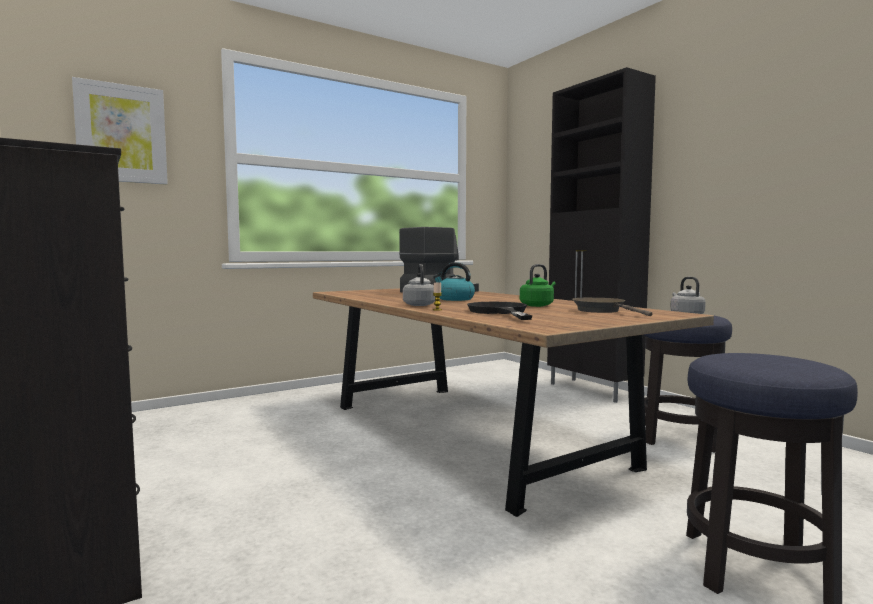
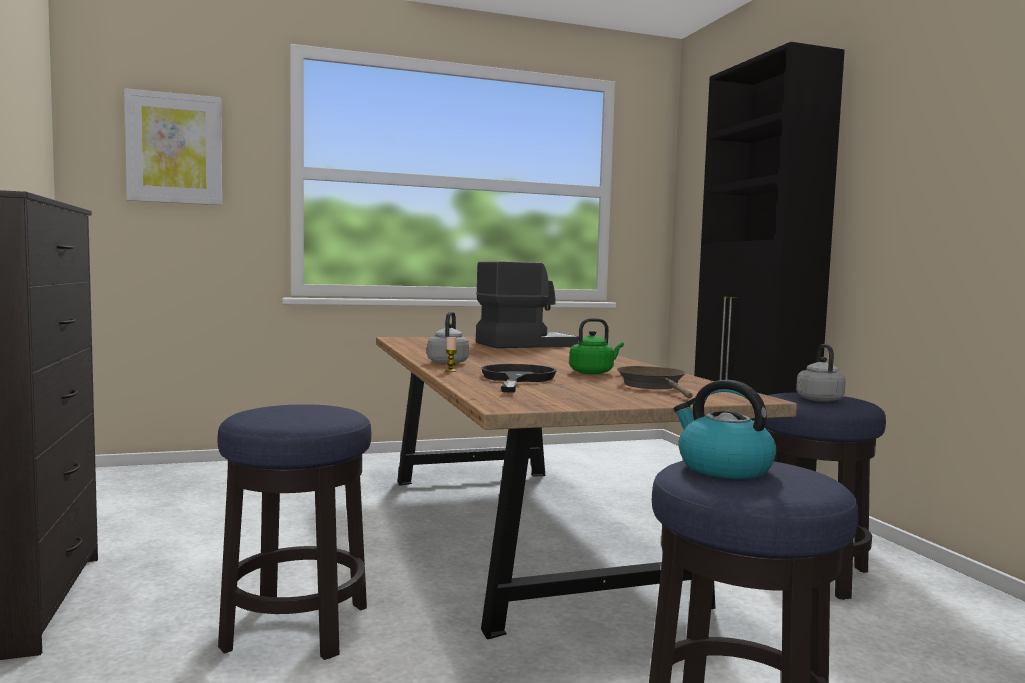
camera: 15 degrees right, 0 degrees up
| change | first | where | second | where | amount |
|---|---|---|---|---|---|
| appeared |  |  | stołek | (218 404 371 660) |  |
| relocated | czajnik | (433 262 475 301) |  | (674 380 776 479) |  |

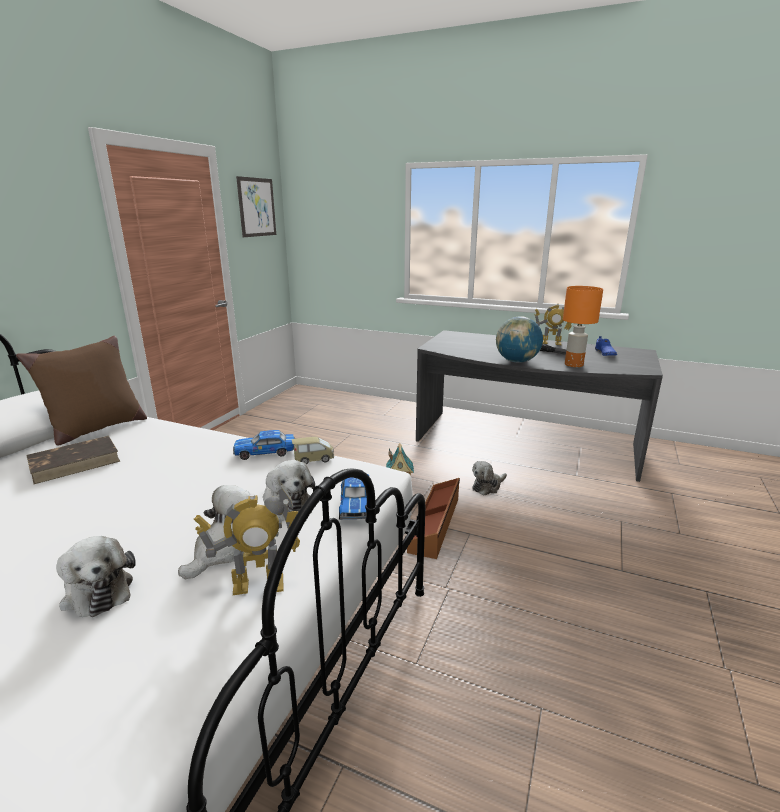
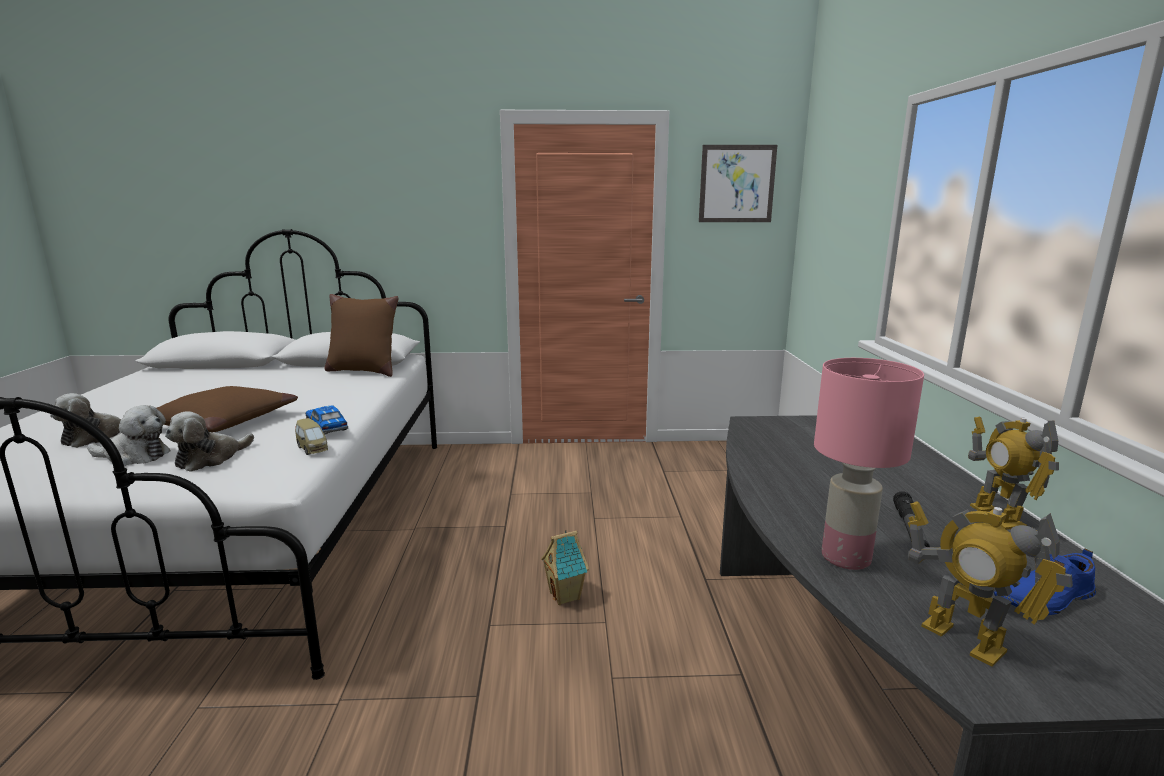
camera: 65 degrees right, 5 degrees down
| change | first | where | second | where | amount |
|---|---|---|---|---|---|
| appeared |  |  | poduszka [brązowy] | (157 386 298 432) |  |
| colour | lampa stołowa [pomarańczowy] | (563 286 603 367) | lampa stołowa [różowy] | (814 358 924 570) |  |
| relocated | robot zabawkowy | (194 484 300 595) |  | (908 501 1073 667) |  |
| missing | książka [brązowy] | (26 436 120 484) |  |  |  |
| missing | samochodzik | (339 473 368 519) |  |  |  |
| missing | pojemnik do przechowywania [brązowy] | (407 478 460 559) |  |  |  |
| missing | pluszak | (472 461 507 496) |  |  |  |
| missing | globus | (496 316 543 363) |  |  |  |

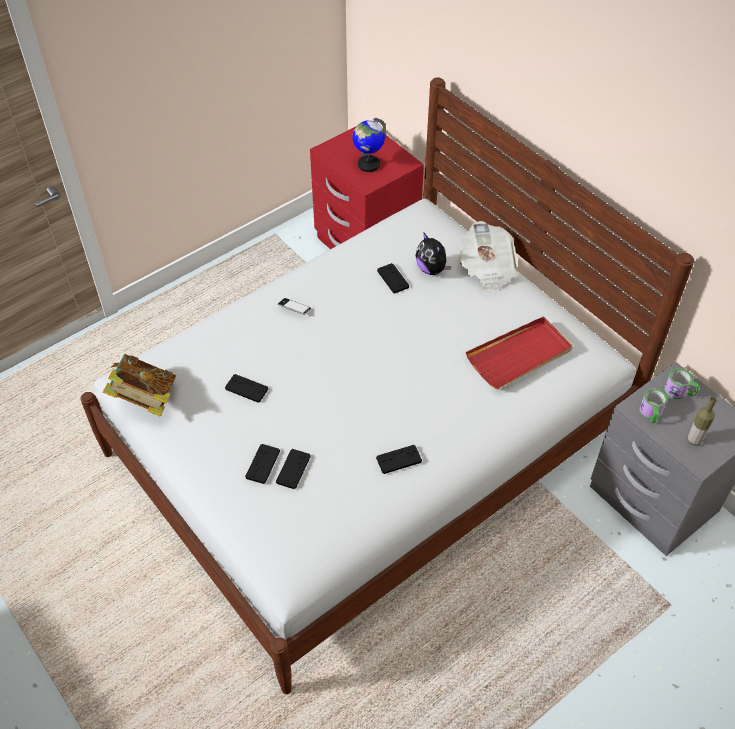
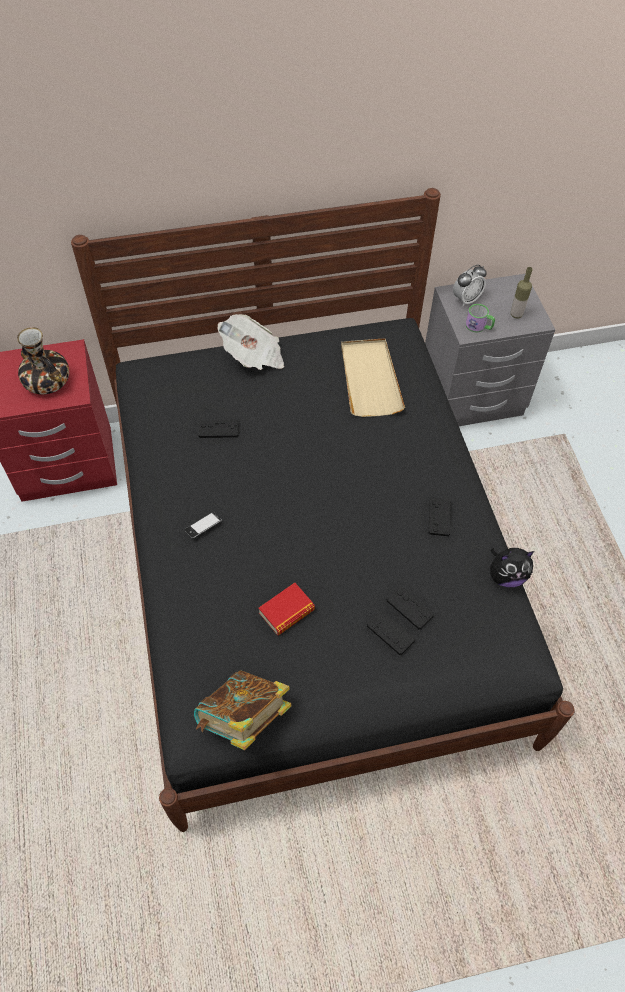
camera: 65 degrees left, 5 degrees up
| change | first | where | second | where | amount |
|---|---|---|---|---|---|
| exchanged | globus | (353 118 386 172) | wazon | (17 327 69 394) |  |
| colour | łóżko [biały] | (80 77 694 694) | łóżko [czarny] | (71 188 575 832) |  |
| exchanged | pad do gier [czarny] | (225 374 268 403) | książka | (259 583 315 636) |  |
| colour | taca [czerwony] | (466 316 573 389) | taca [beżowy] | (341 339 405 417) |  |
| exchanged | kubek | (664 369 699 399) | budzik | (453 264 487 306) |  |
| relocated | pluszak | (415 232 452 275) |  | (490 548 534 587) |  |

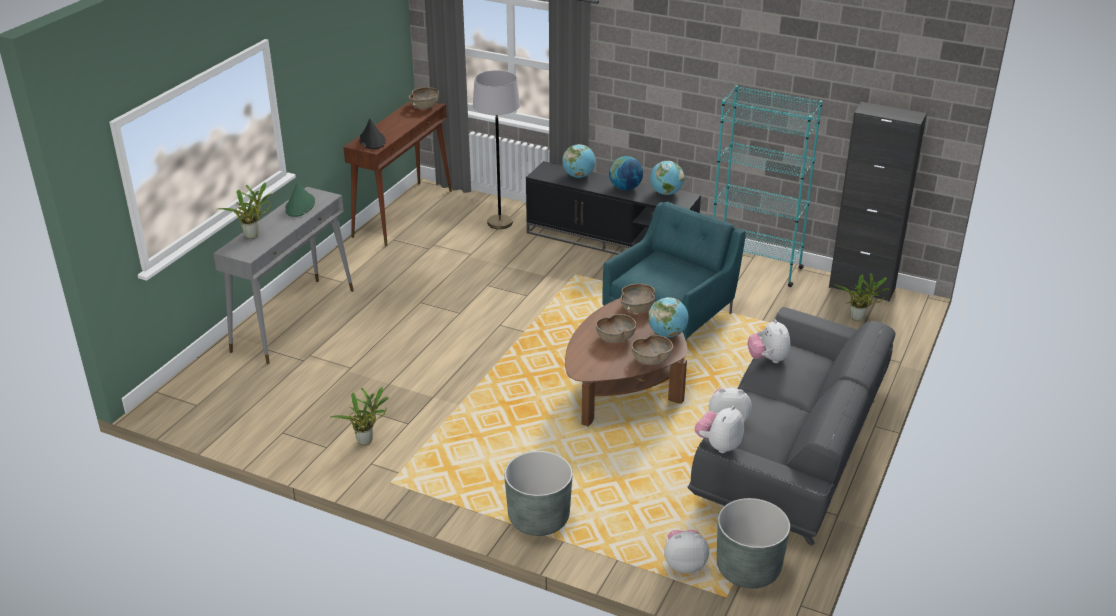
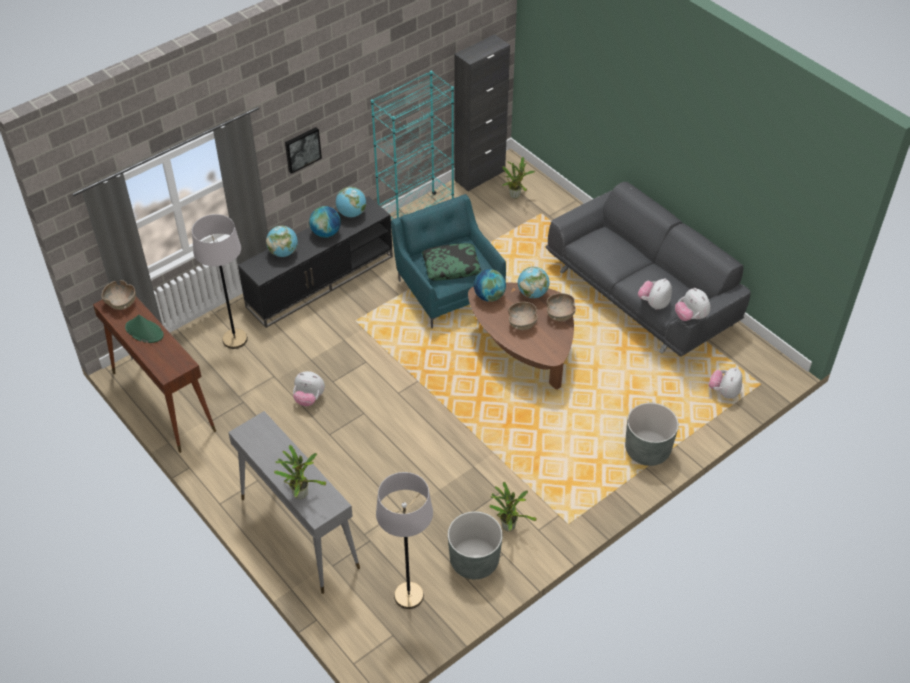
camera: 65 degrees left, 15 degrees up
| change | first | where | second | where | amount |
|---|---|---|---|---|---|
| relocated | kapelusz [zielony] | (285 182 315 217) |  | (125 315 164 343) |  |
| appeared |  |  | obraz | (285 127 322 174) |  |
| relocated | pluszak | (747 319 791 363) |  | (293 371 325 406) |  |
| appeared |  |  | lampa stojąca [szary] | (376 472 433 609) |  |
| appeared |  |  | poduszka | (422 243 481 281) |  |
| relocated | donica [szary] | (717 498 790 588) |  | (448 511 503 579) |  |
| exchanged | miska [brązowy] | (620 284 655 313) | globus | (474 269 506 302) |  |
| missing | kapelusz [czarny] | (359 119 386 149) |  |  |  |

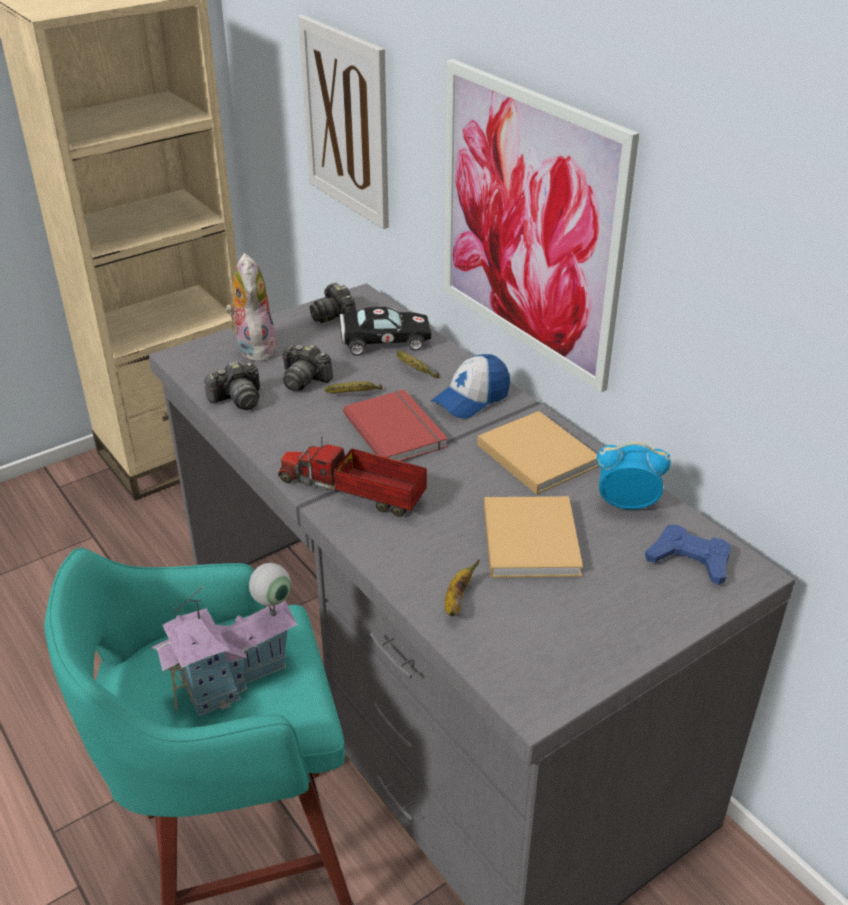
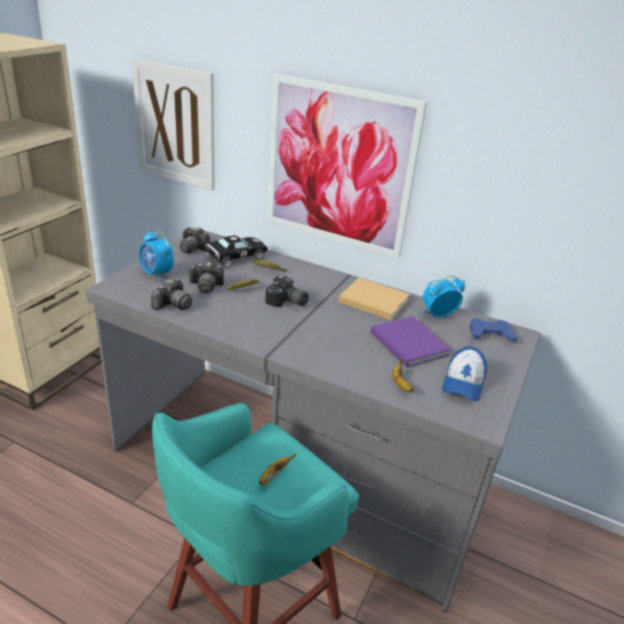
camera: 30 degrees left, 5 degrees down
| change | first | where | second | where | amount |
|---|---|---|---|---|---|
| exchanged | pluszak | (225 253 278 362) | budzik | (139 230 174 281) |  |
| exchanged | domek | (151 563 298 716) | banan | (259 454 296 485) |  |
| exchanged | książka [czerwony] | (343 390 448 461) | aparat fotograficzny | (265 275 309 307) |  |
| colour | książka [beżowy] | (484 496 583 578) | książka [fioletowy] | (370 316 451 368) |  |
| relocated | czapka z daszkiem | (431 354 510 419) |  | (442 346 487 401) |  |
| missing | ciężarówka zabawkowa | (278 436 427 517) |  |  |  |

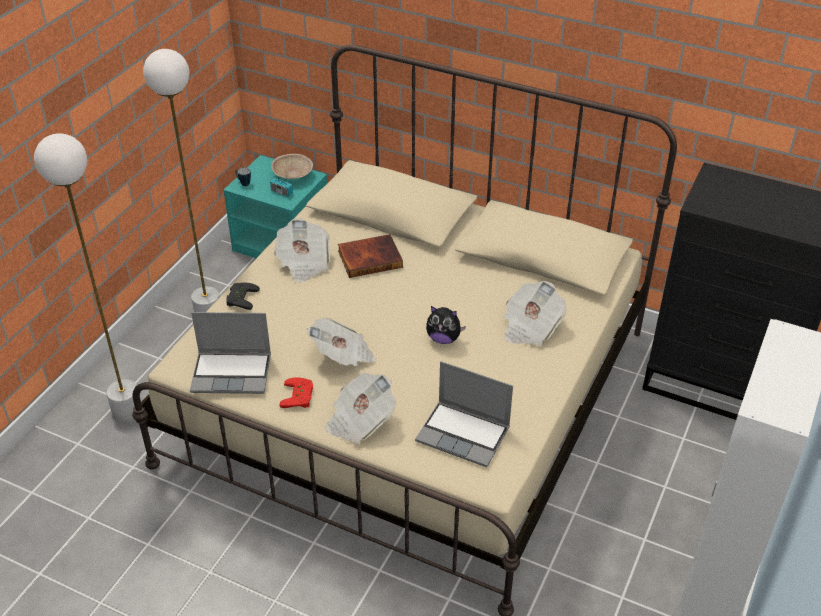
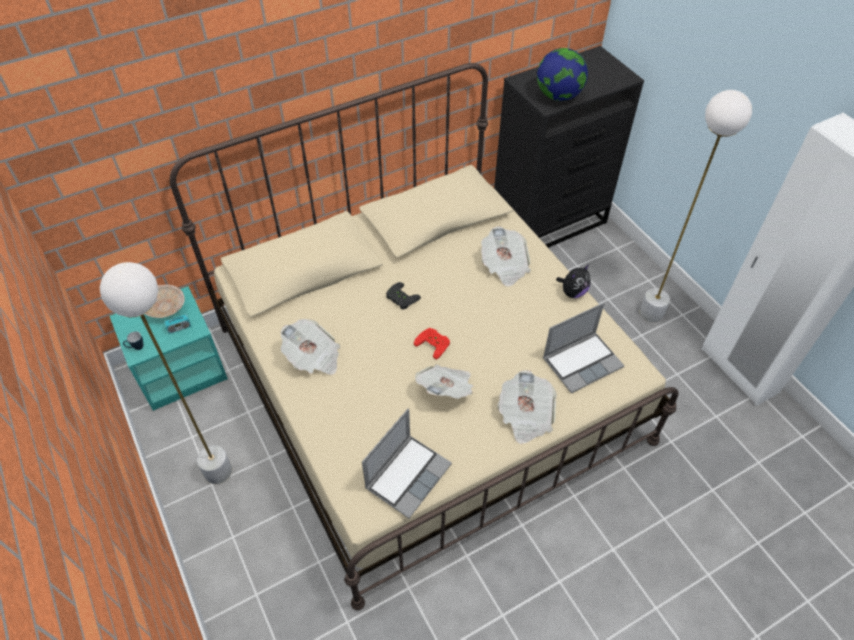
camera: 55 degrees left, 10 degrees up
| change | first | where | second | where | amount |
|---|---|---|---|---|---|
| relocated | pad do gier [czarny] | (226 282 260 310) |  | (386 282 421 310) |  |
| relocated | pad do gier [czerwony] | (280 377 313 408) |  | (414 328 450 360) |  |
| appeared |  |  | globus | (537 48 588 101) |  |
| relocated | pluszak | (426 306 466 344) |  | (556 264 591 298) |  |
| relocated | lampa stojąca [biały] | (34 133 141 423) |  | (640 90 752 323) |  |
| missing | książka | (338 234 403 278) |  |  |  |

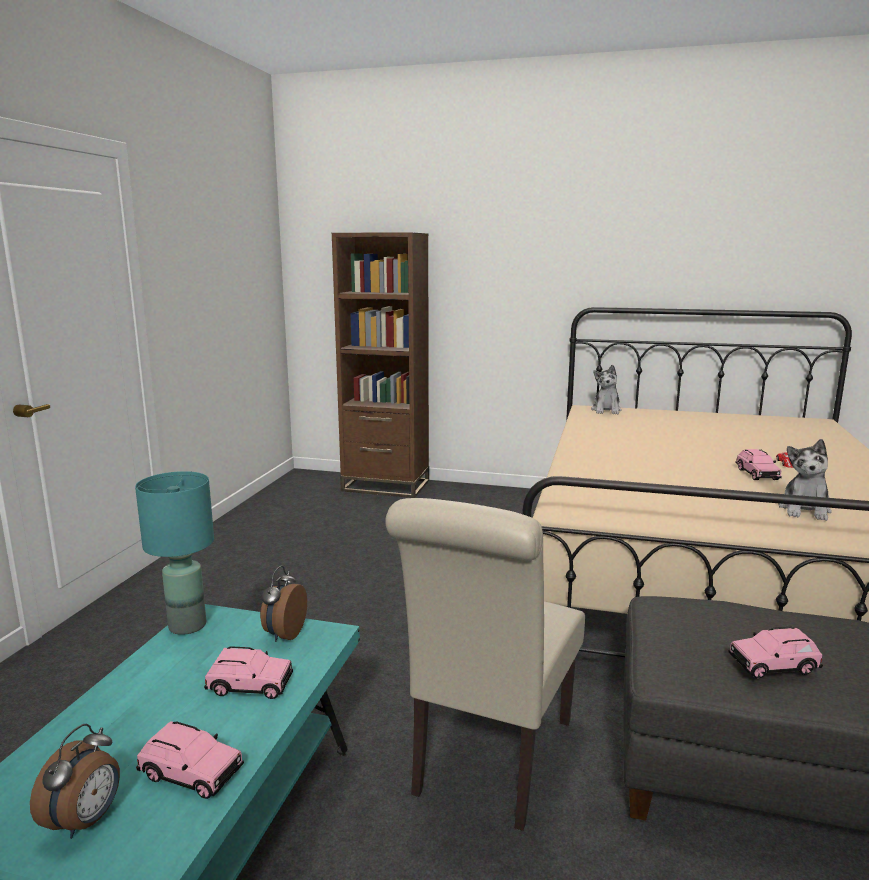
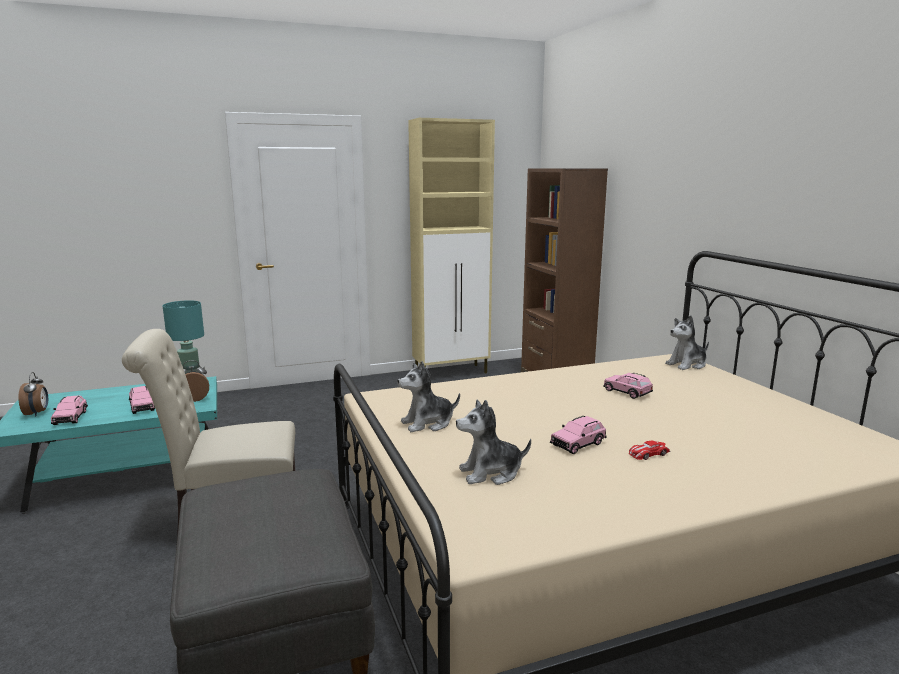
camera: 55 degrees right, 0 degrees up
| change | first | where | second | where | amount |
|---|---|---|---|---|---|
| spun | budzik | (30 724 120 839) |  | (18 372 48 416) | 90 degrees counterclockwise |
| appeared |  |  | pluszak | (398 361 460 432) |  |
| appeared |  |  | szafka [beżowy] | (408 118 495 373) |  |
| relocated | samochodzik [różowy] | (729 627 823 679) |  | (603 373 653 399) |  |

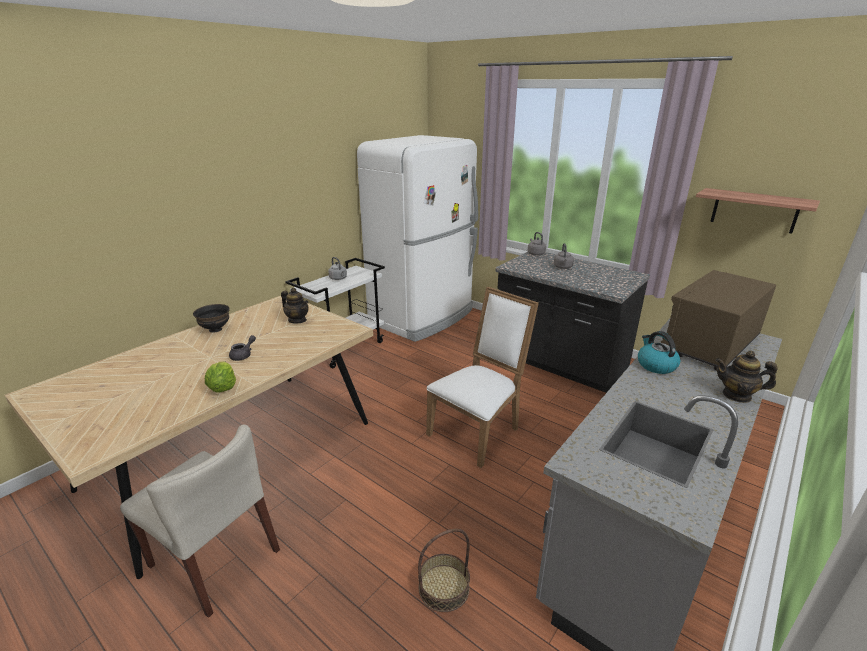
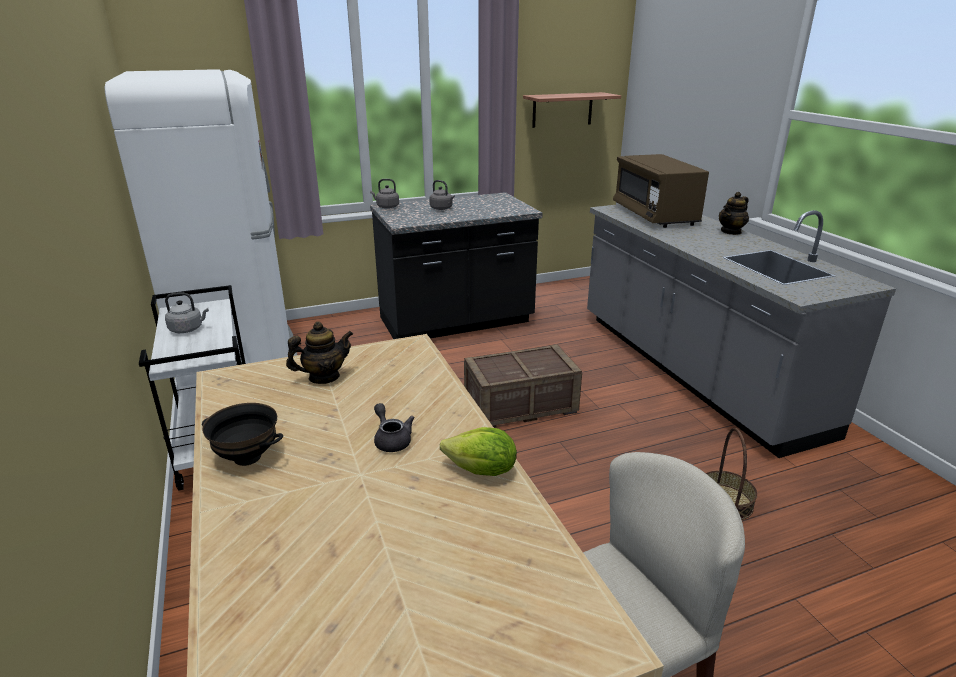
camera: 60 degrees left, 0 degrees up
| change | first | where | second | where | amount |
|---|---|---|---|---|---|
| exchanged | krzesło [biały] | (426 287 539 468) | skrzynka | (464 344 582 428) |  |
| missing | czajnik | (638 331 680 374) |  |  |  |

